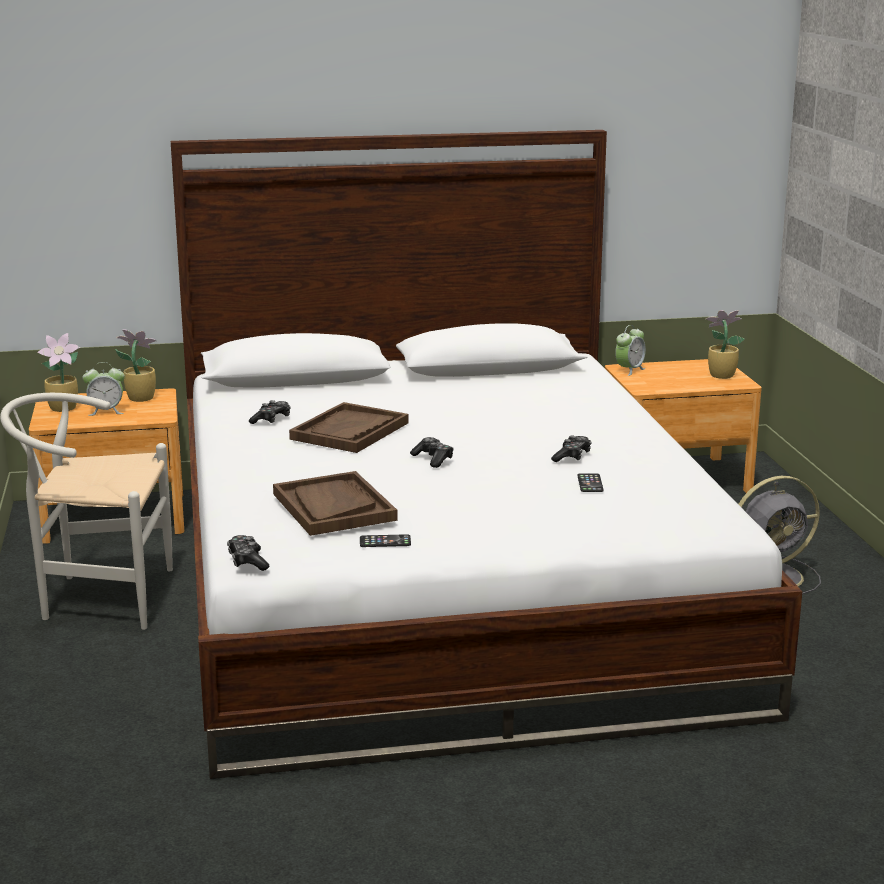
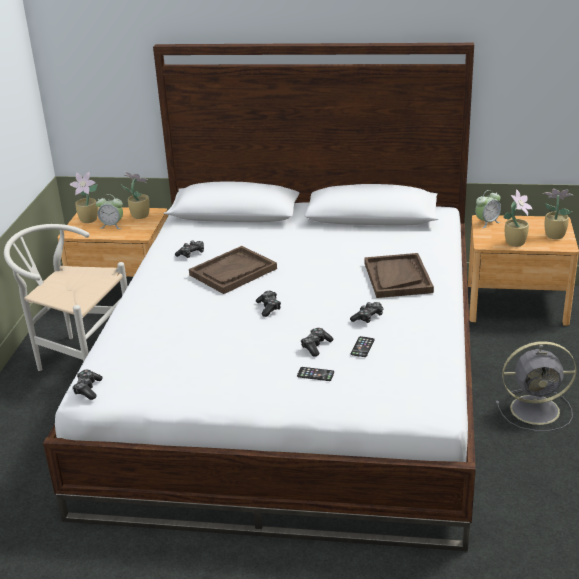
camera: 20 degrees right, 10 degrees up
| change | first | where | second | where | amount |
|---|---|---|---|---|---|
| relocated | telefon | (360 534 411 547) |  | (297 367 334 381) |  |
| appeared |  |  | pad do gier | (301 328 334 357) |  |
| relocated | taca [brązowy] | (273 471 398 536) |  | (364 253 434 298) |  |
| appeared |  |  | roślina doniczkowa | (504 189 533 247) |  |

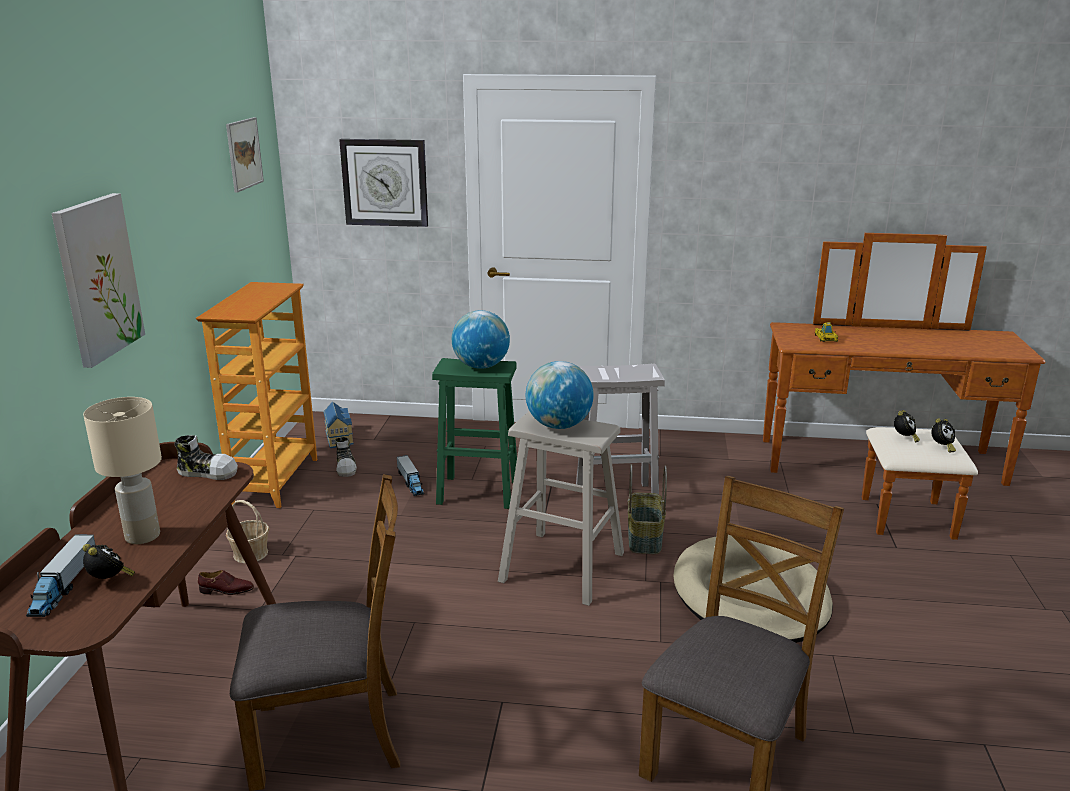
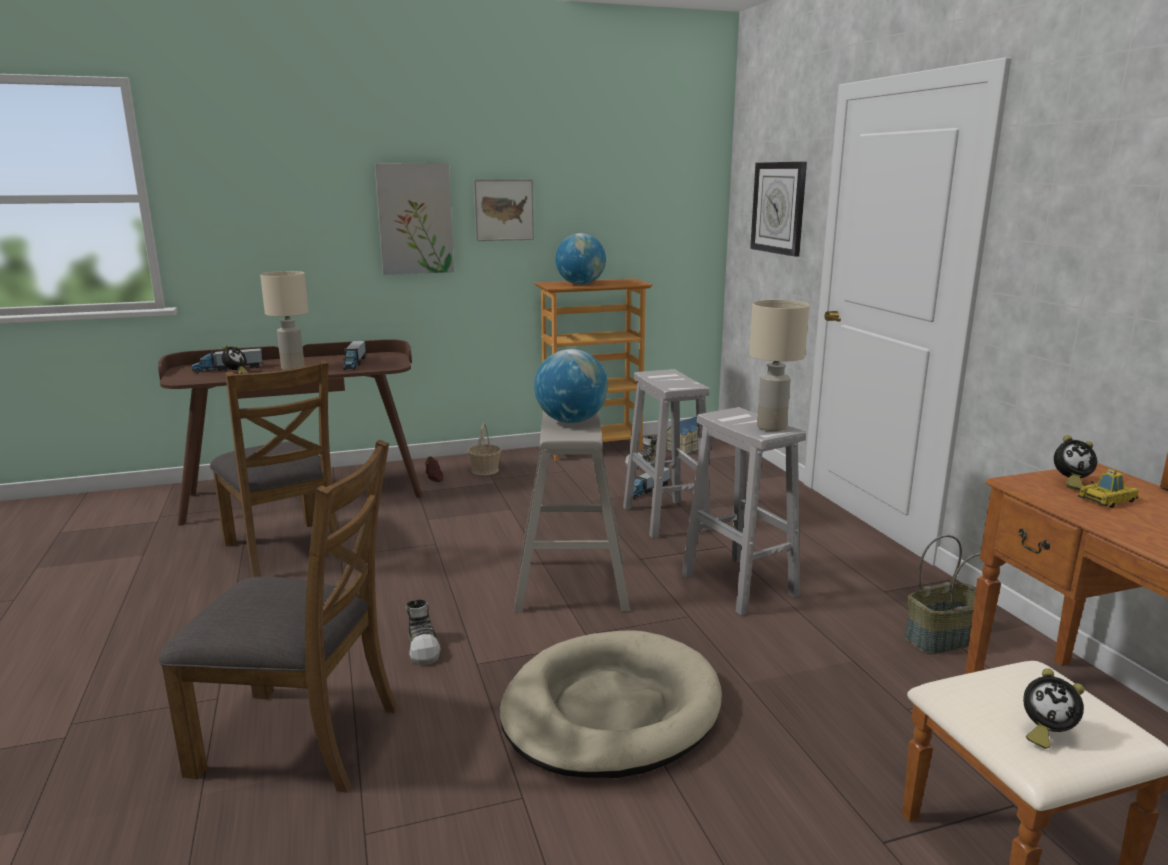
camera: 65 degrees right, 5 degrees down
| change | first | where | second | where | amount |
|---|---|---|---|---|---|
| appeared |  |  | ciężarówka zabawkowa | (343 341 366 370) |  |
| relocated | but | (174 435 238 480) |  | (406 600 441 665) |  |
| relocated | obraz | (226 117 264 193) |  | (474 179 534 241) |  |
| relocated | globus | (452 310 510 369) |  | (556 233 606 285) |  |
| colour | stołek [zielony] | (432 358 517 509) | stołek [biały] | (623 369 711 538) |  |
| appeared |  |  | lampa stołowa [beżowy] | (749 300 809 431) |  |
| relocated | koszyk | (628 464 667 554) |  | (904 535 980 654) |  |
| relocated | budzik | (894 410 920 442) |  | (1054 435 1097 490) |  |

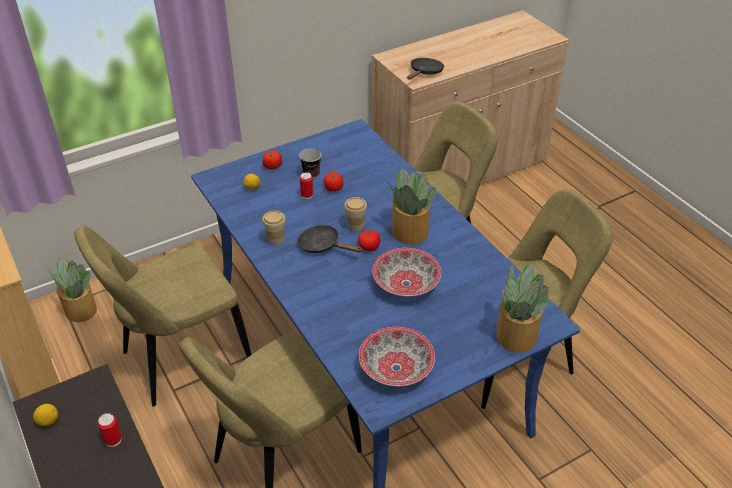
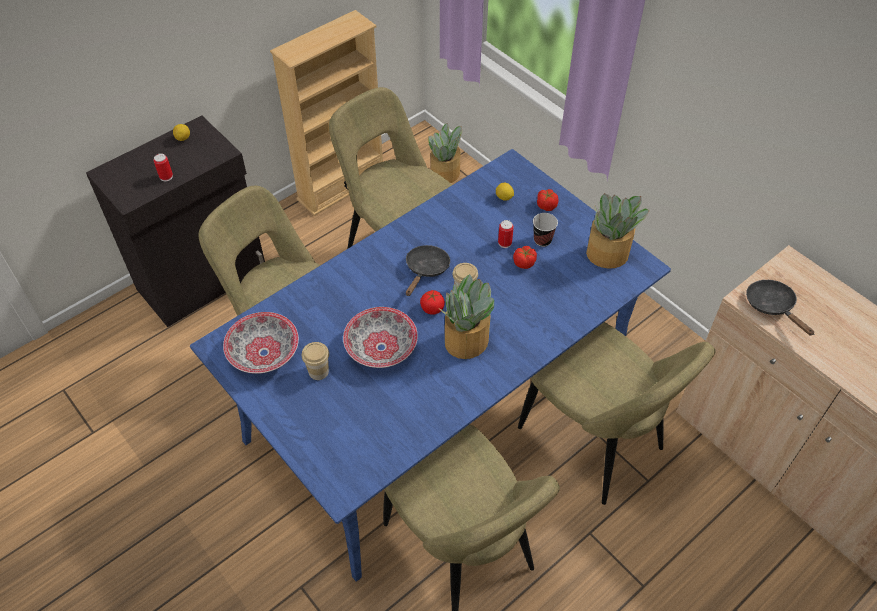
camera: 80 degrees right, 10 degrees up
| change | first | where | second | where | amount |
|---|---|---|---|---|---|
| relocated | filiżanka | (262 210 286 246) |  | (302 342 329 380) |  |
| relocated | roślina doniczkowa | (496 263 549 353) |  | (586 193 649 269) |  |
| spun | patelnia [czarny] | (407 58 444 80) |  | (746 280 814 336) | 135 degrees counterclockwise |

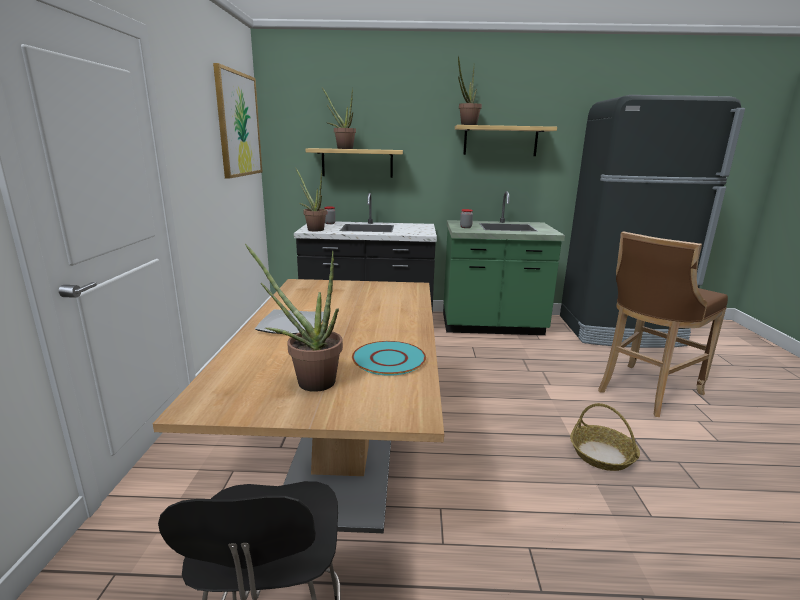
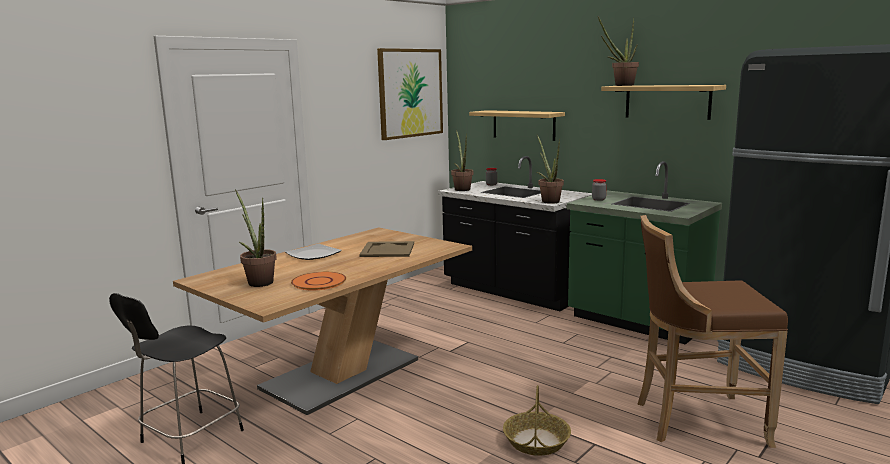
camera: 40 degrees right, 5 degrees down
| change | first | where | second | where | amount |
|---|---|---|---|---|---|
| colour | talerz [turkusowy] | (352 341 426 376) | talerz [pomarańczowy] | (291 272 346 290) |  |
| appeared |  |  | taca [beżowy] | (359 241 414 257) |  |
| relocated | roślina doniczkowa | (322 87 356 149) |  | (537 135 564 204) |  |

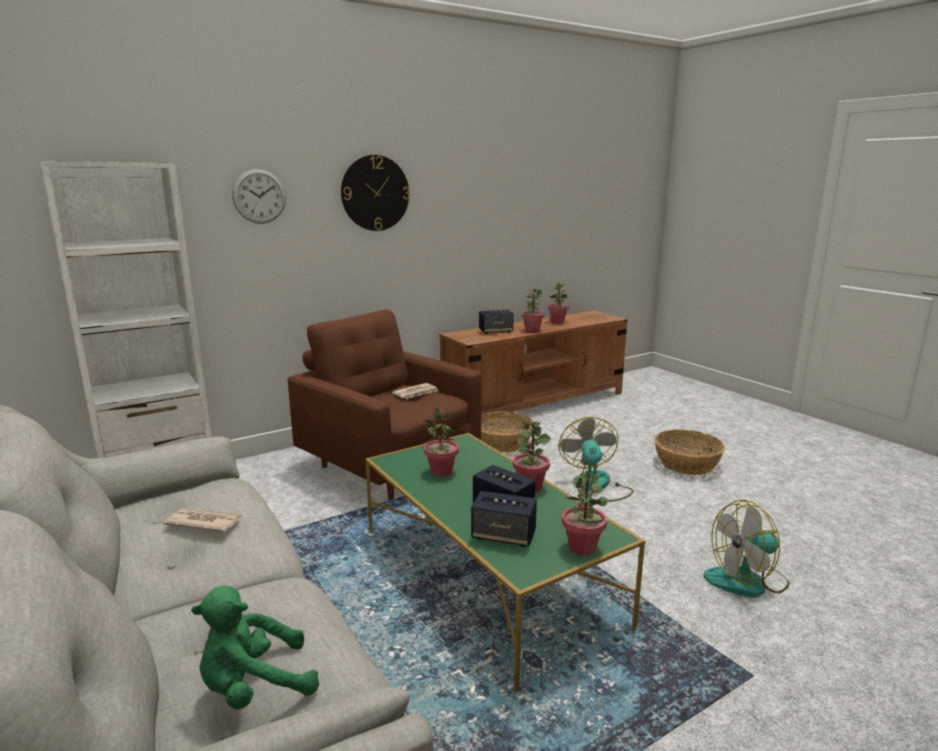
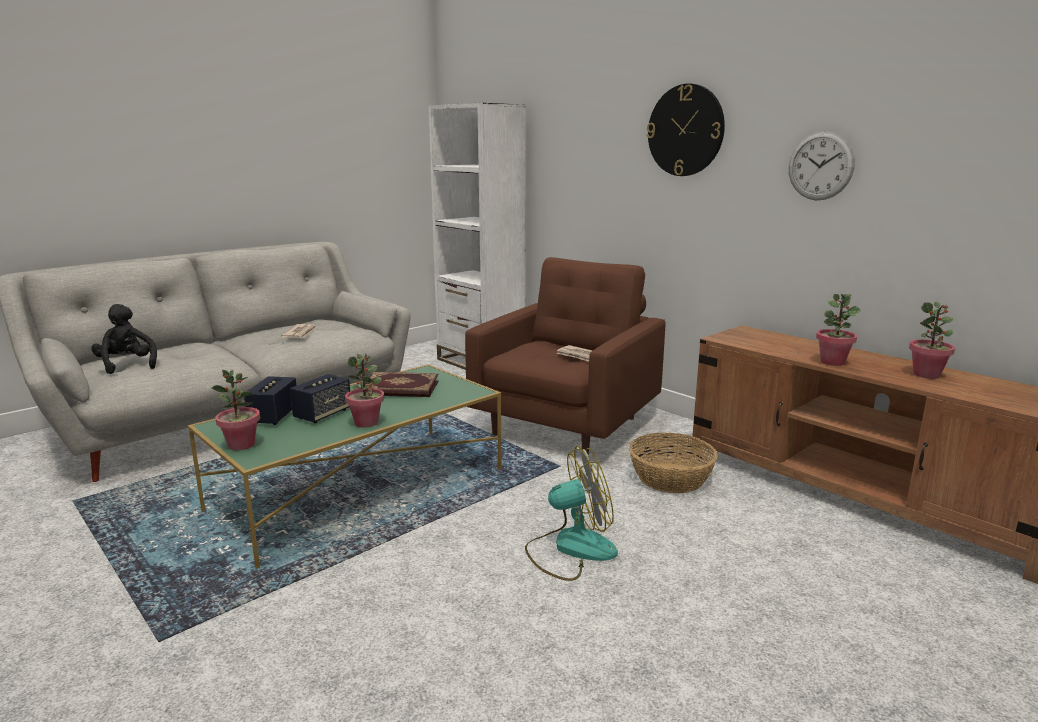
camera: 80 degrees right, 0 degrees up
| change | first | where | second | where | amount |
|---|---|---|---|---|---|
| colour | pluszak [zielony] | (191 586 319 710) | pluszak [czarny] | (91 304 157 374) |  |
| exchanged | roślina doniczkowa | (424 407 459 477) | książka | (361 372 439 397) |  |
| relocated | zegar ścienny | (232 169 286 224) |  | (789 131 855 200) |  |
| missing | głośnik | (479 310 514 334) |  |  |  |
| missing | koszyk | (654 429 725 475) |  |  |  |
| missing | wentylator | (703 500 790 598) |  |  |  |

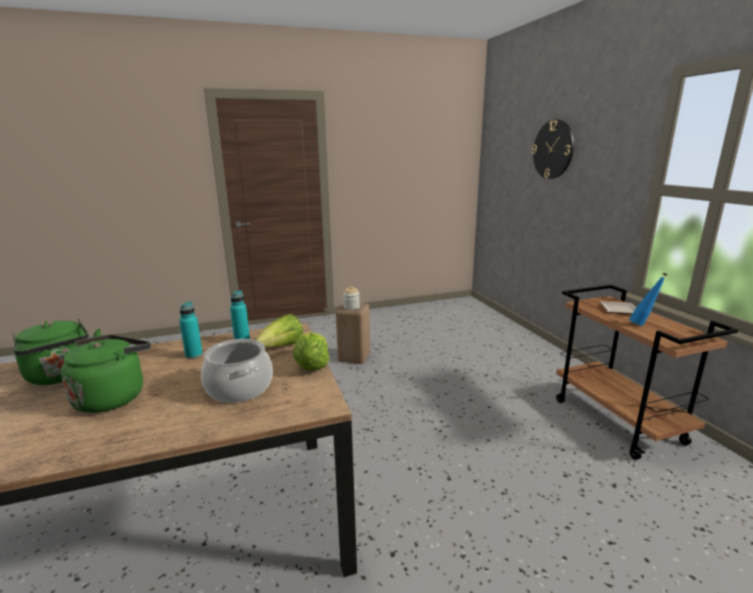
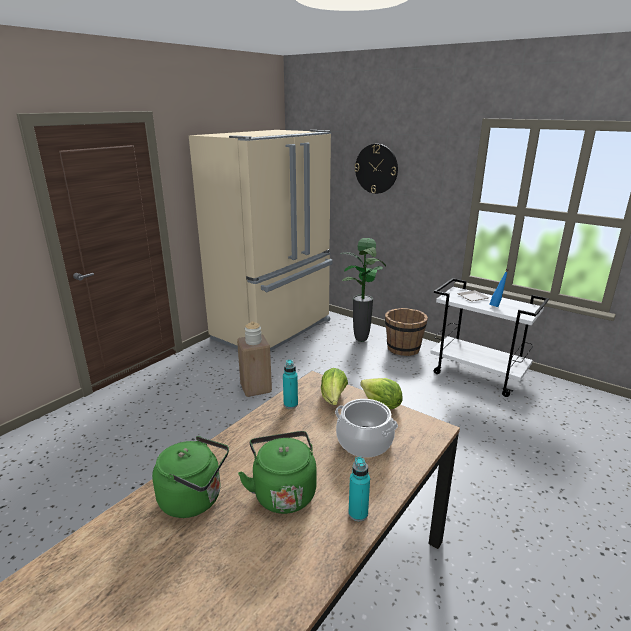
camera: 35 degrees left, 5 degrees up
| change | first | where | second | where | amount |
|---|---|---|---|---|---|
| appeared |  |  | lodówka [beżowy] | (189 130 333 351) |  |
| appeared |  |  | roślina doniczkowa | (340 238 386 342) |  |
| relocated | butelka [turkusowy] | (179 302 203 359) |  | (348 457 370 521) |  |
| appeared |  |  | wiadro [brązowy] | (385 308 428 356) |  |
| colour | wózek [brązowy] | (556 285 738 460) | wózek [biały] | (430 278 549 397) |  |

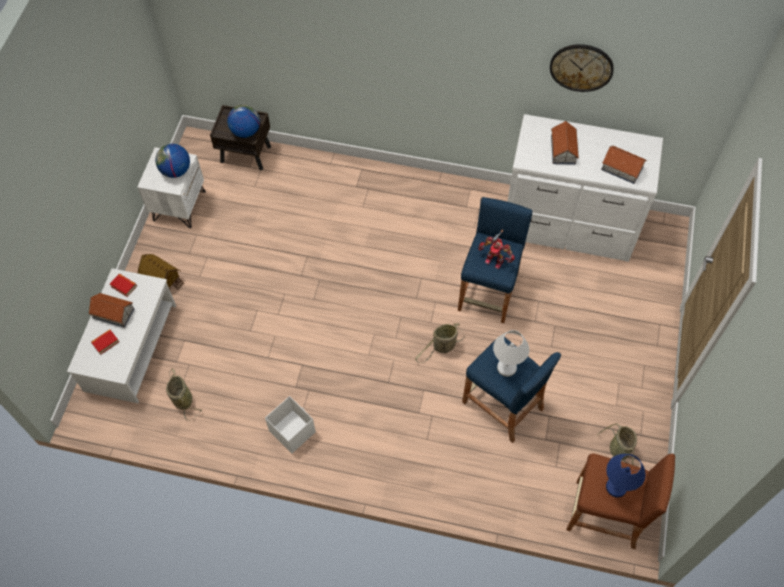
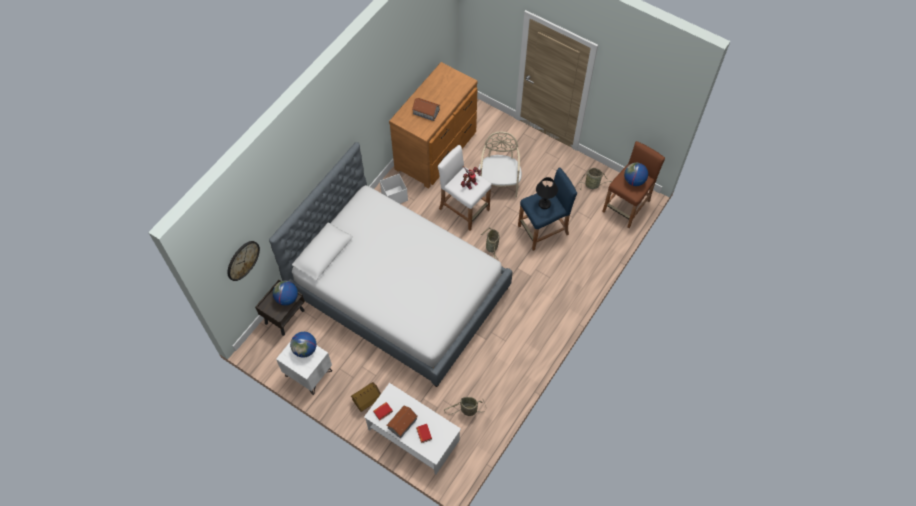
camera: 70 degrees left, 0 degrees up
| change | first | where | second | where | amount |
|---|---|---|---|---|---|
| relocated | zegar ścienny | (550 44 614 92) |  | (227 241 260 281) |  |
| appeared |  |  | łóżko | (269 142 512 387) |  |
| relocated | pojemnik do przechowywania [biały] | (265 396 316 454) |  | (380 174 408 204) |  |
| colour | komoda [biały] | (507 114 663 262) | komoda [brązowy] | (389 62 478 189) |  |
| colour | stołek [niebieski] | (458 197 532 323) | stołek [biały] | (438 145 491 231) |  |
| appeared |  |  | krzesło [beżowy] | (477 132 522 198) |  |
| colour | lampa stołowa [biały] | (493 330 529 377) | lampa stołowa [czarny] | (536 177 558 209) |  |
| exchanged | lampa stołowa [niebieski] | (606 454 645 497) | globus | (624 163 648 186) |  |
| missing | domek | (601 146 647 184) |  |  |  |

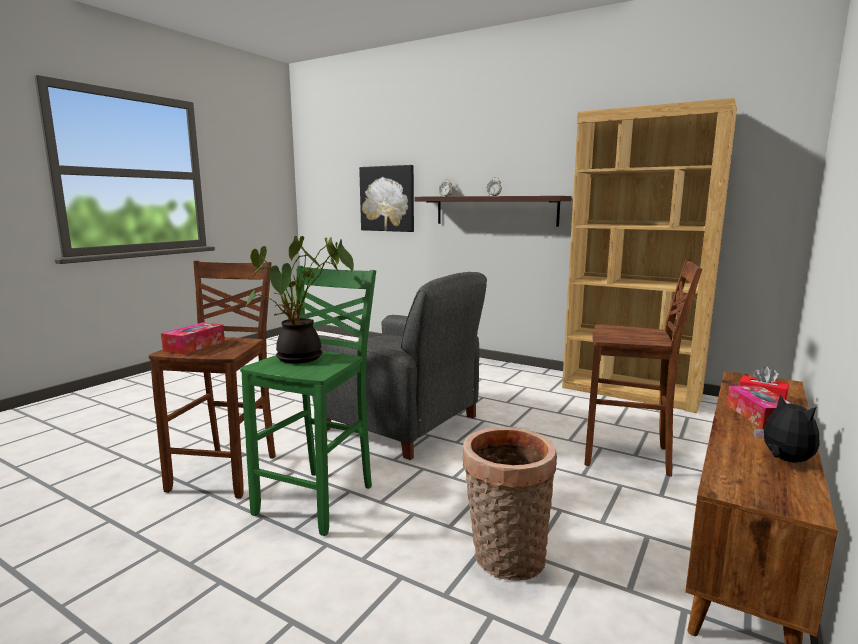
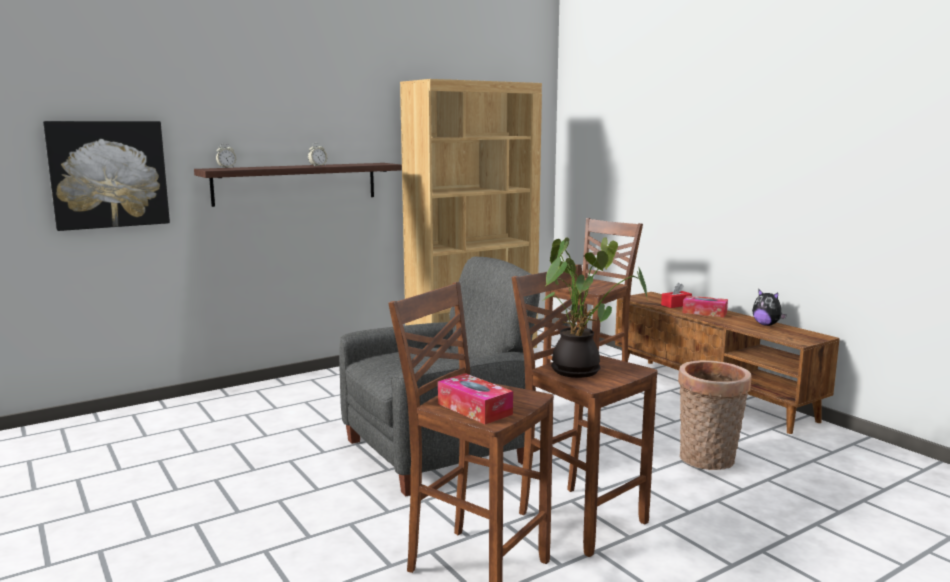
camera: 65 degrees left, 0 degrees up
| change | first | where | second | where | amount |
|---|---|---|---|---|---|
| colour | stołek [zielony] | (240 266 376 536) | stołek [brązowy] | (512 264 658 557) |  |
| spun | pluszak | (754 394 819 463) |  | (752 289 787 326) | 135 degrees counterclockwise |

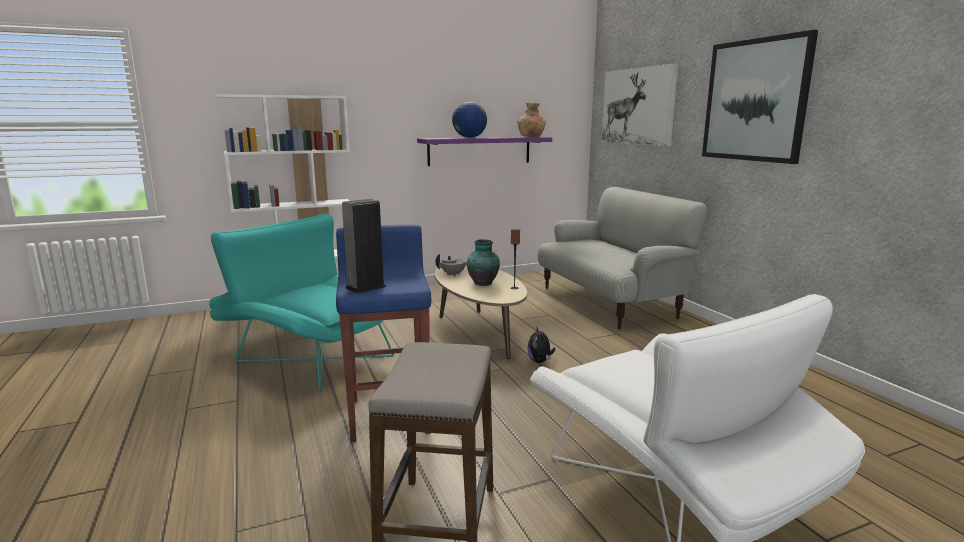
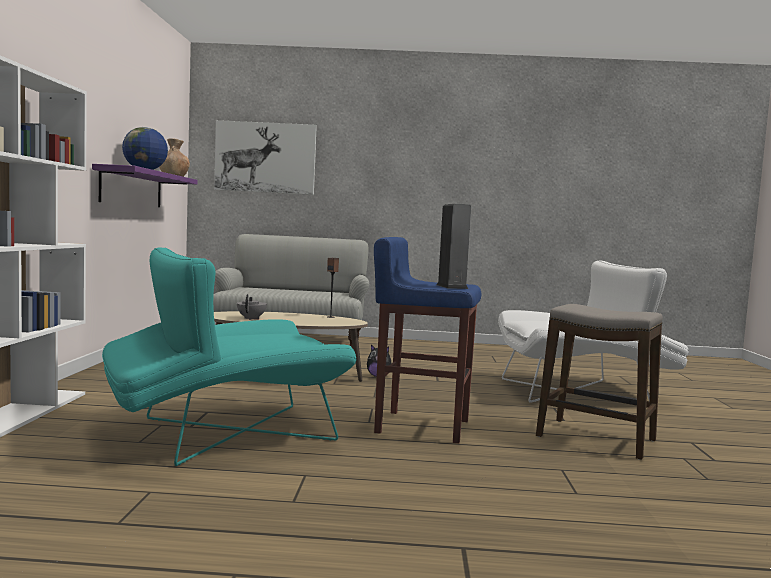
camera: 65 degrees left, 10 degrees down
| change | first | where | second | where | amount |
|---|---|---|---|---|---|
| missing | wazon | (467 239 500 286) |  |  |  |
| missing | obraz | (702 30 818 164) |  |  |  |

